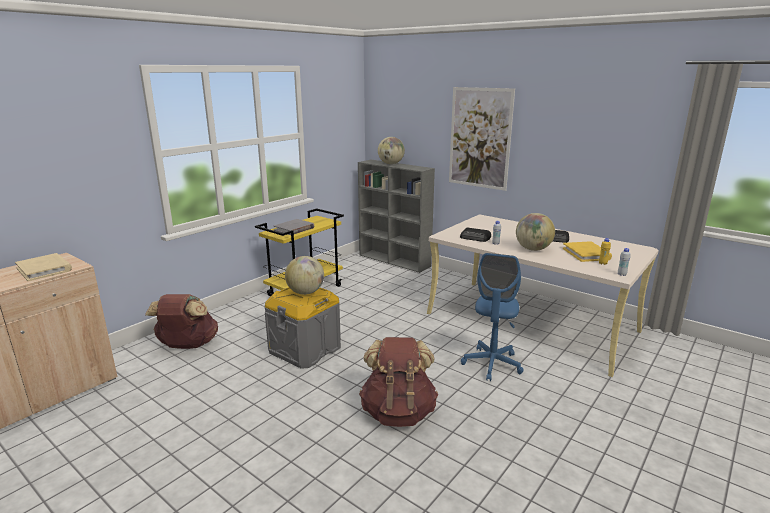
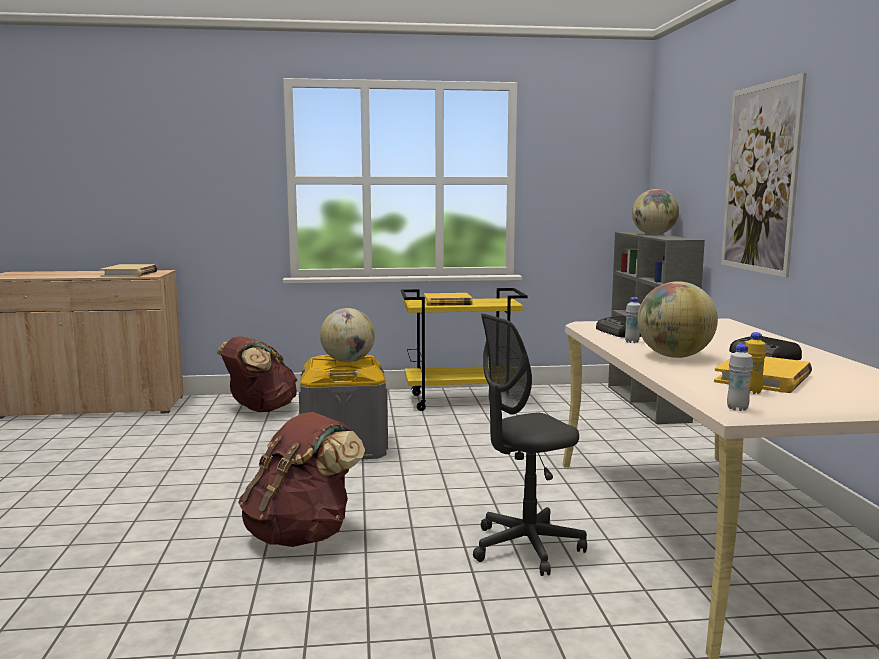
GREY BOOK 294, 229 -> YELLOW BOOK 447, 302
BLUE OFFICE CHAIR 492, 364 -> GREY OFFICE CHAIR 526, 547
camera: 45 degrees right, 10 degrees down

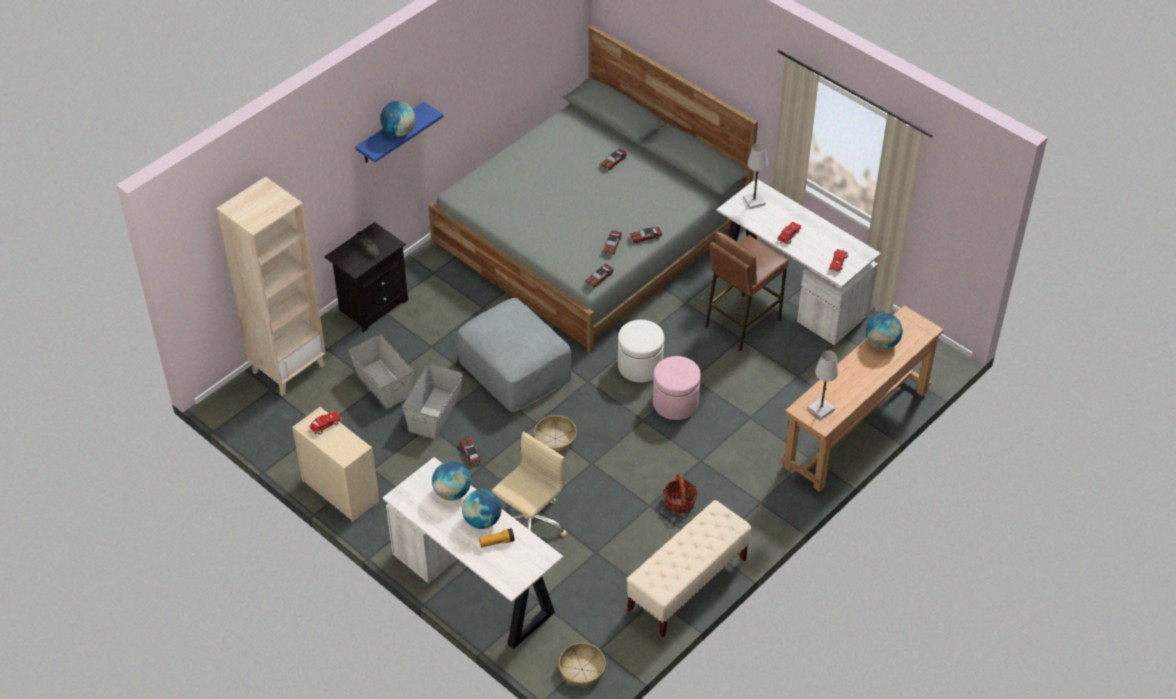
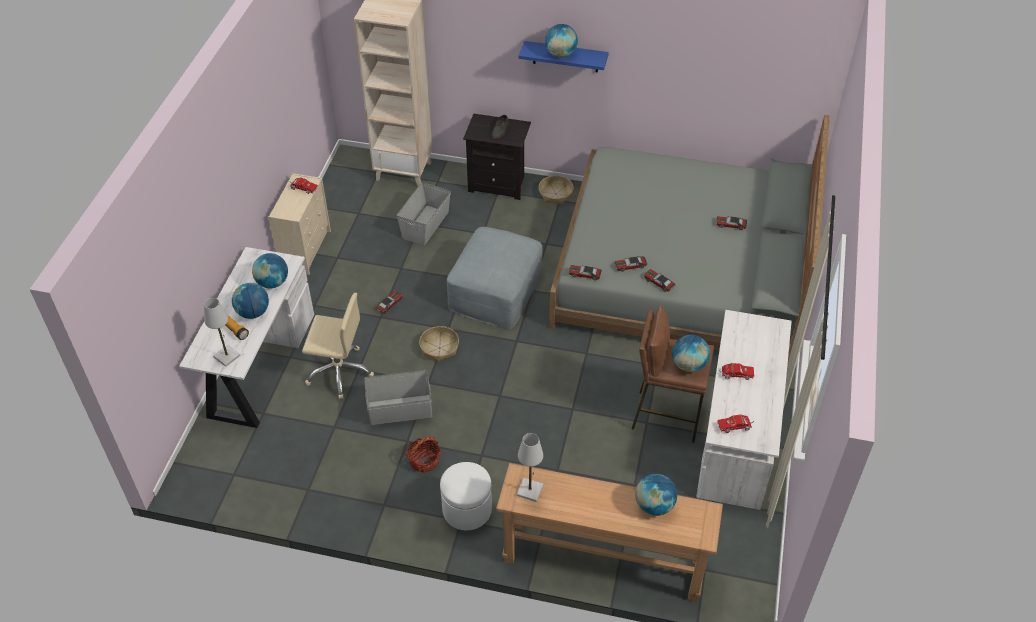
BEIGE BENCH 687, 585 -> none
PINK OTTOMAN 675, 403 -> none
none -> GLOBE 688, 365
GREY STORAGE BOX 435, 412 -> GREY STORAGE BOX 400, 410, relocated
BASKET 582, 669 -> BASKET 555, 194, relocated
WHITE OTTOMAN 640, 366 -> WHITE OTTOMAN 467, 509, relocated
WHITE TABLE LAMP 754, 201 -> WHITE TABLE LAMP 227, 356, relocated
camera: 60 degrees right, 0 degrees up

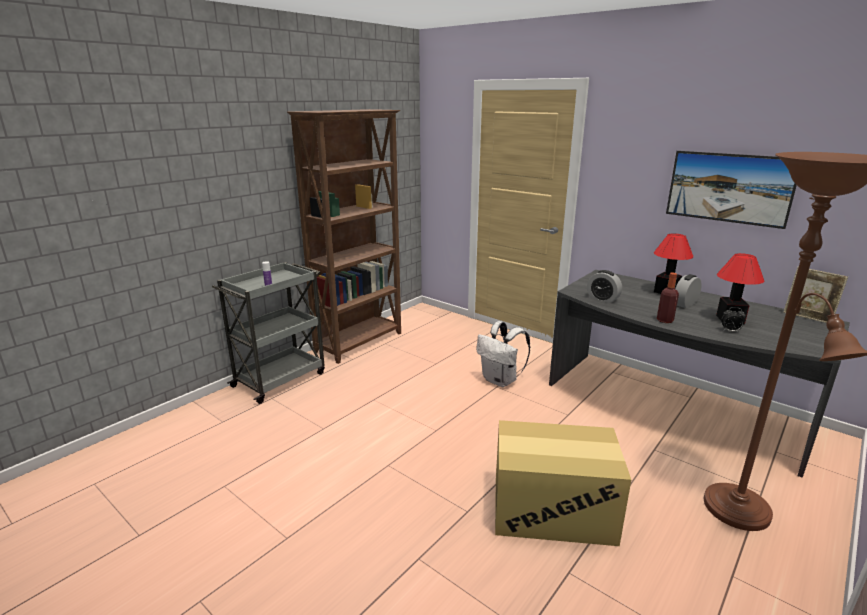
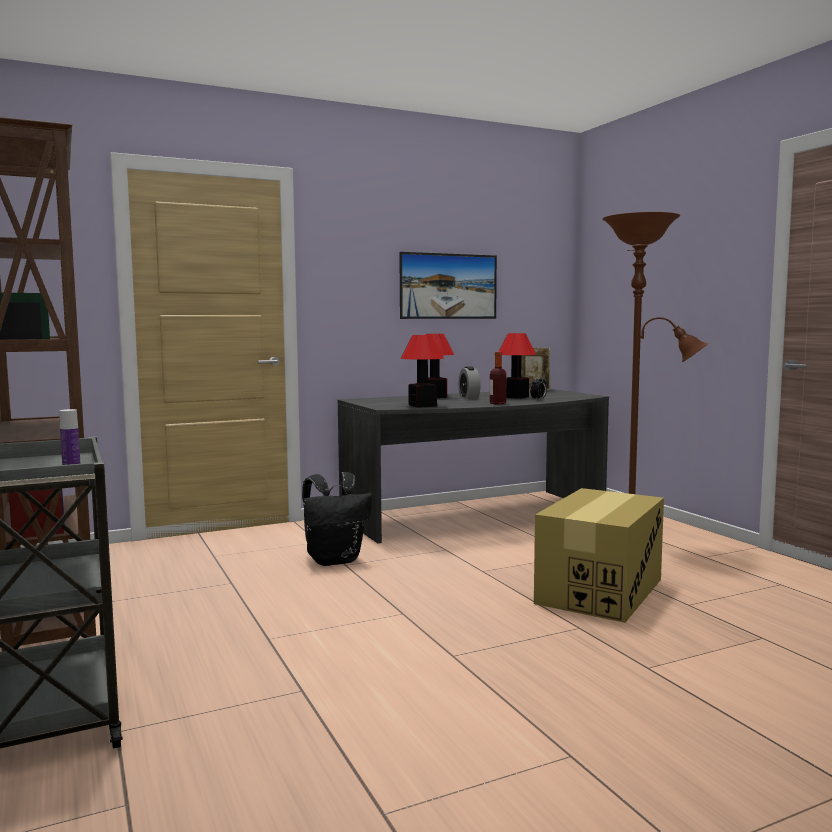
ALARM CLOCK 602, 299 -> TABLE LAMP 422, 405
WHITE BACKPACK 501, 380 -> BLACK BACKPACK 335, 560
camera: 65 degrees left, 15 degrees down

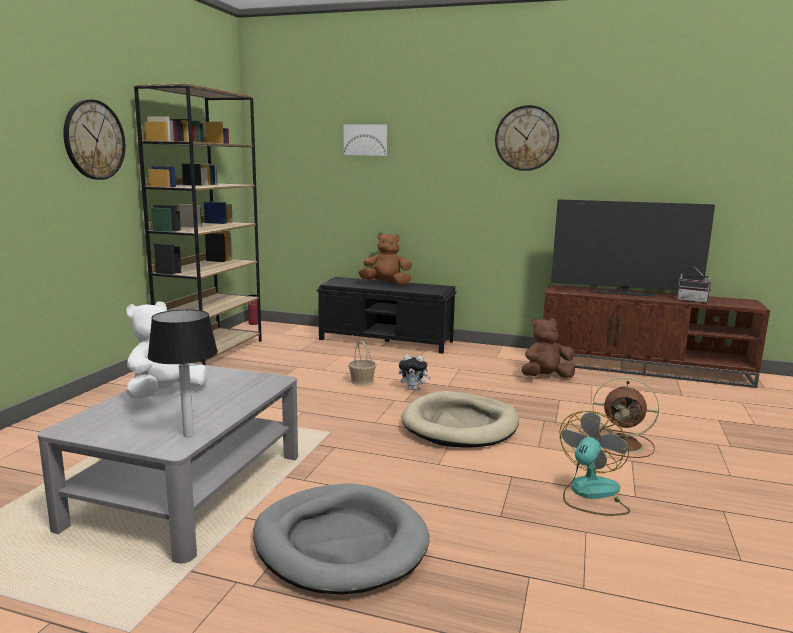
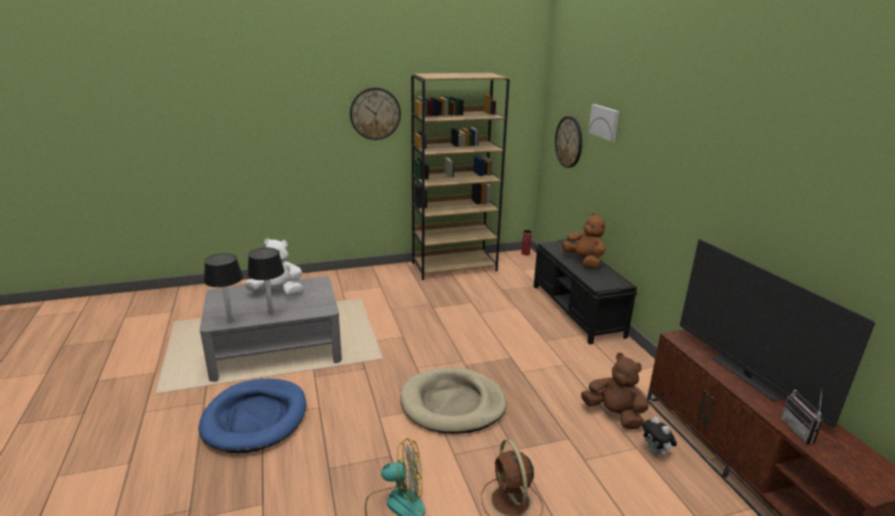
BASKET 362, 381 -> none
none -> TABLE LAMP 271, 313
PLUSH TOY 413, 389 -> PLUSH TOY 655, 453, relocated
WALL CLOCK 526, 138 -> WALL CLOCK 569, 142, relocated
GREY DOG BED 340, 543 -> BLUE DOG BED 255, 418
camera: 55 degrees right, 10 degrees up

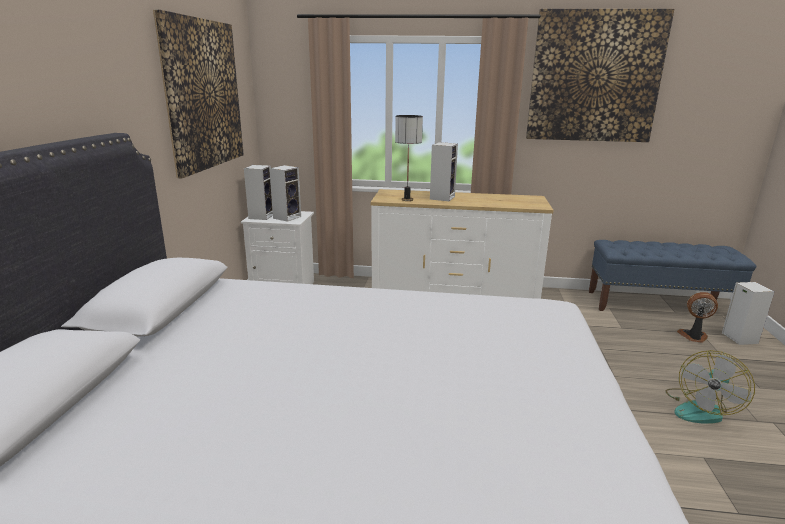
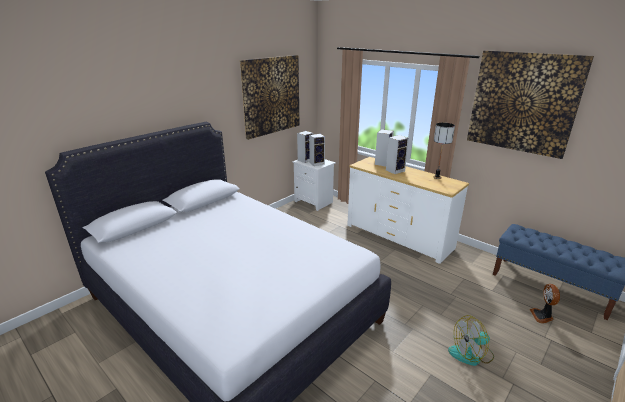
TABLE LAMP 407, 199 -> TABLE LAMP 437, 177, relocated
SPEAKER 738, 337 -> SPEAKER 382, 163, relocated
FAN 693, 337 -> FAN 542, 316, 135 degrees counterclockwise
camera: 35 degrees right, 5 degrees up

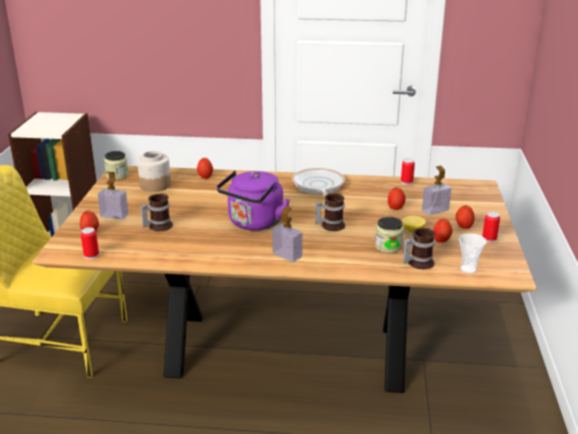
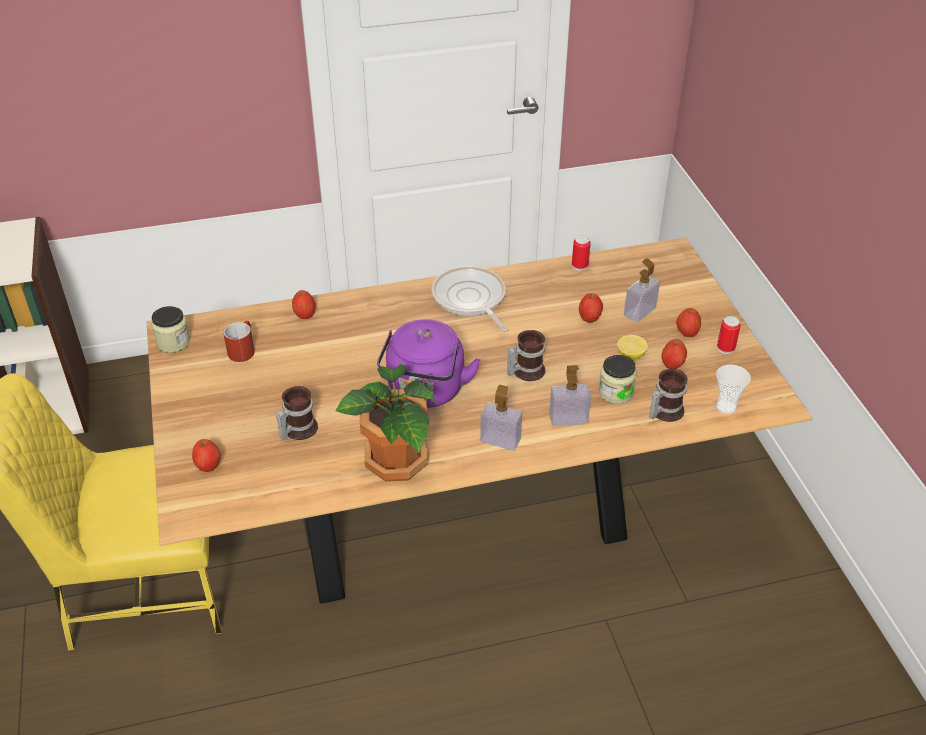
CAN 91, 255 -> none
none -> POTTED PLANT 395, 463
SOAP DISPENSER 114, 215 -> SOAP DISPENSER 568, 419, relocated
JAR 155, 185 -> RED MUG 242, 349
camera: 20 degrees left, 15 degrees up

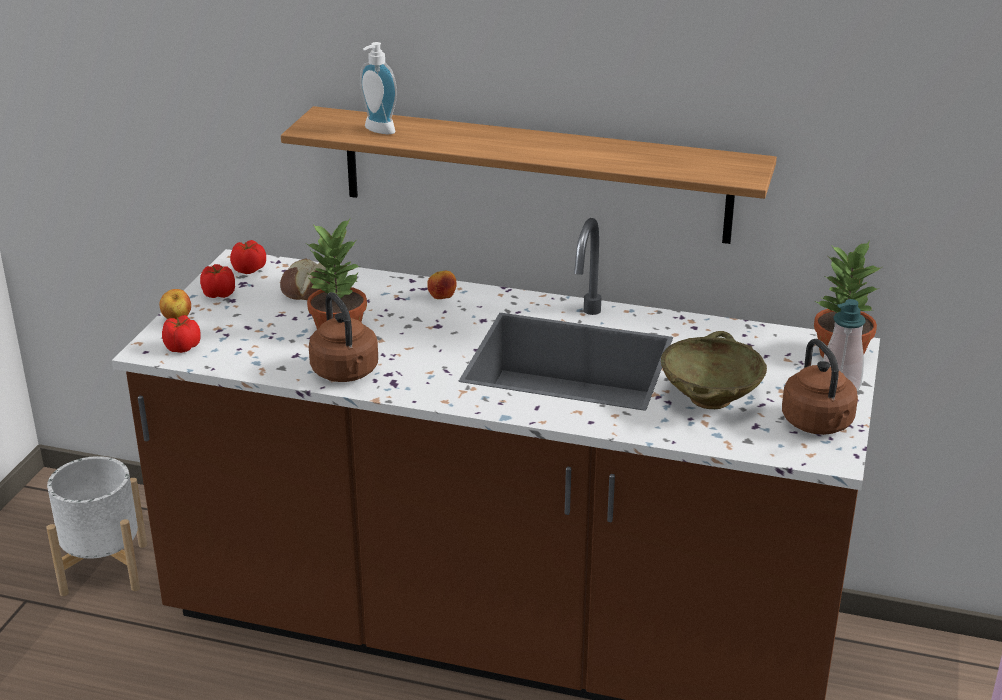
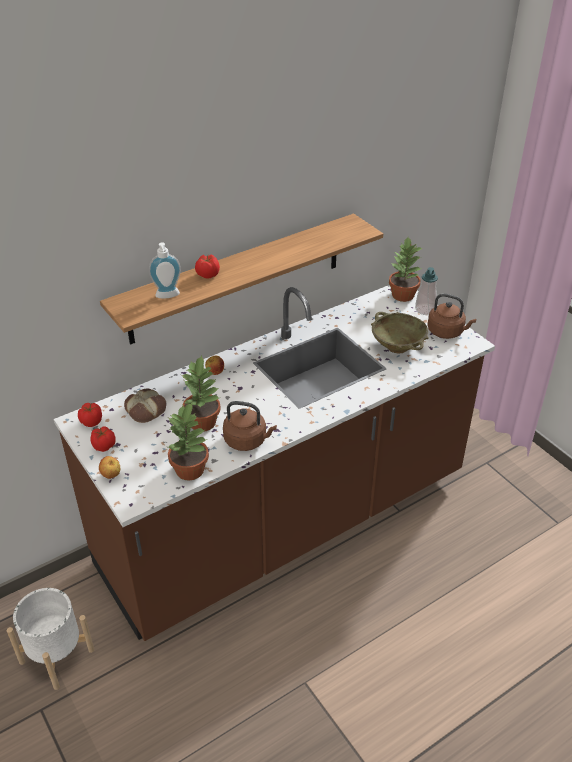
none -> POTTED PLANT 190, 470
TOMATO 181, 347 -> TOMATO 207, 274, relocated
camera: 50 degrees left, 10 degrees up

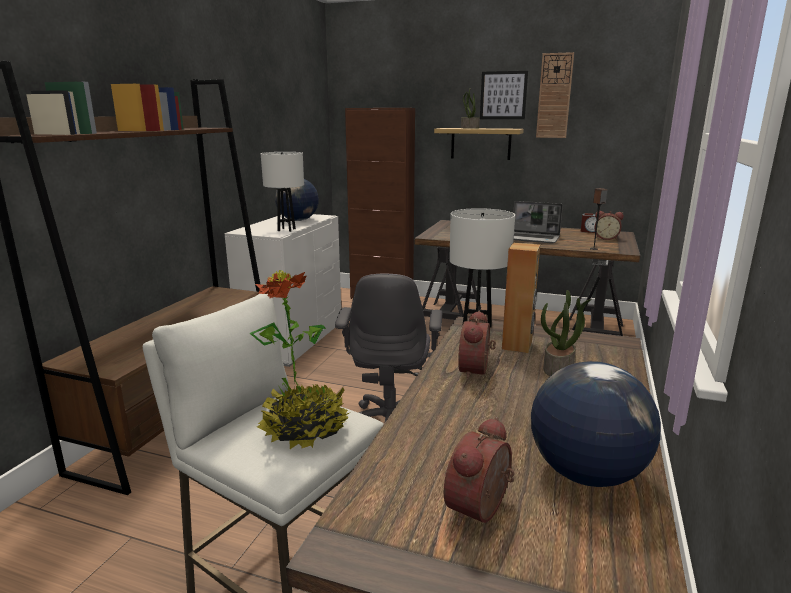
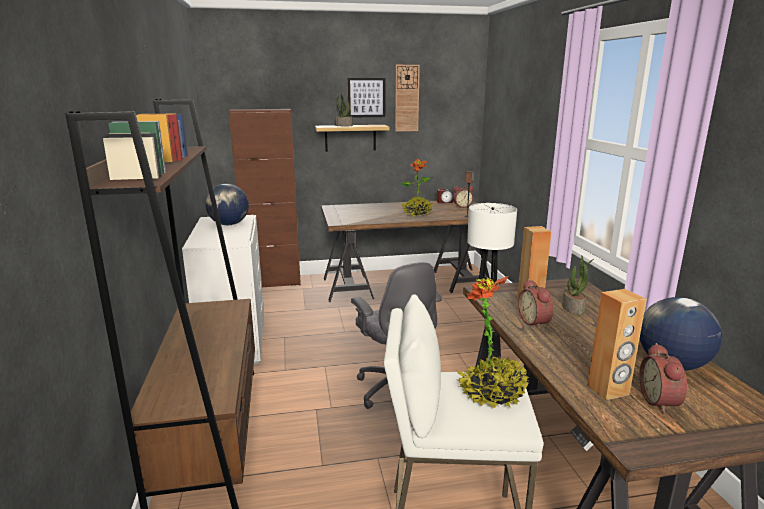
WHITE TABLE LAMP 286, 230 -> none
none -> BROWN SPEAKER 608, 390
LAPTOP 533, 239 -> POTTED PLANT 416, 214
camera: 30 degrees left, 0 degrees up

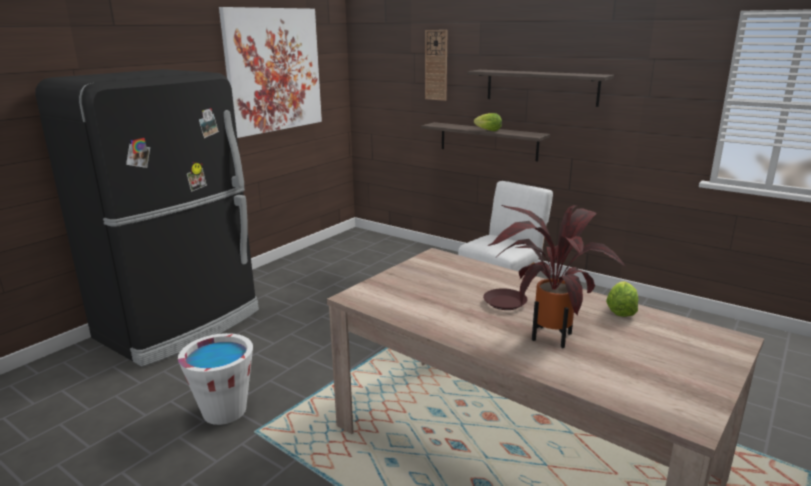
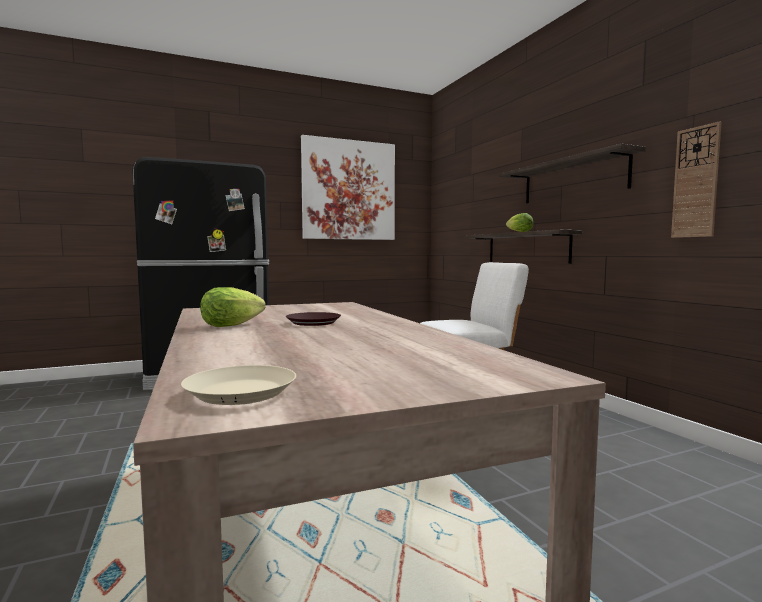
WHITE BUCKET 224, 411 -> none
POTTED PLANT 548, 334 -> none
none -> BEIGE PLATE 241, 393
WALL CLOCK 436, 65 -> WALL CLOCK 696, 182, relocated
LETTUCE 620, 311 -> LETTUCE 230, 325, relocated
camera: 30 degrees right, 15 degrees down

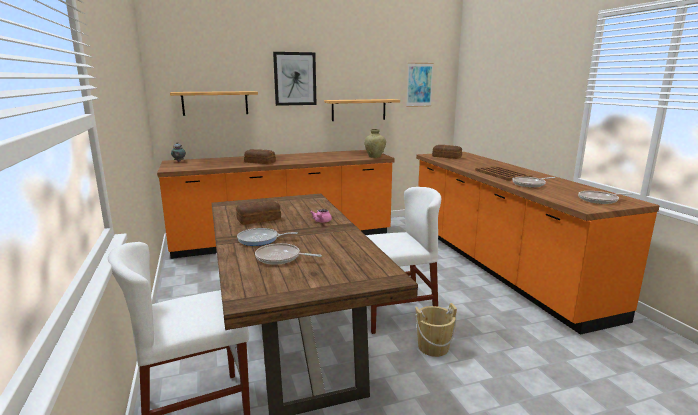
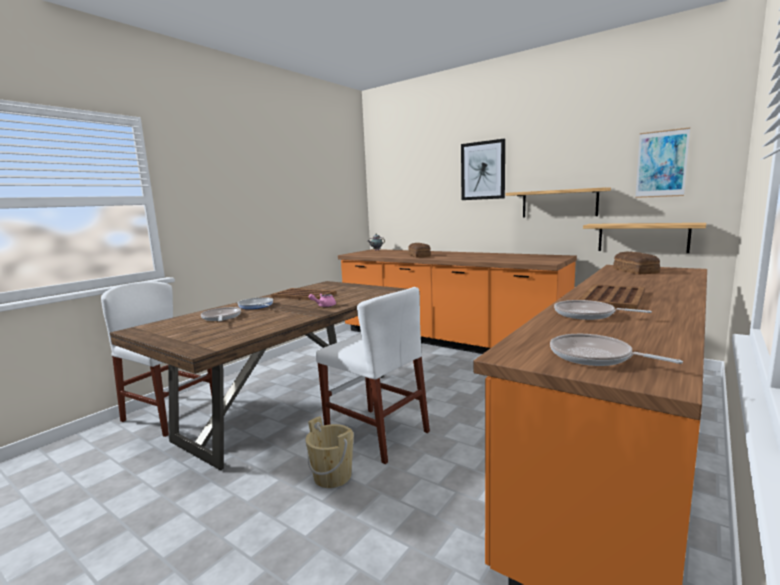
BEIGE VASE 374, 156 -> none
SHELF 215, 103 -> SHELF 642, 237, relocated
BREAD 258, 219 -> BROWN TRAY 303, 295
camera: 55 degrees right, 5 degrees down

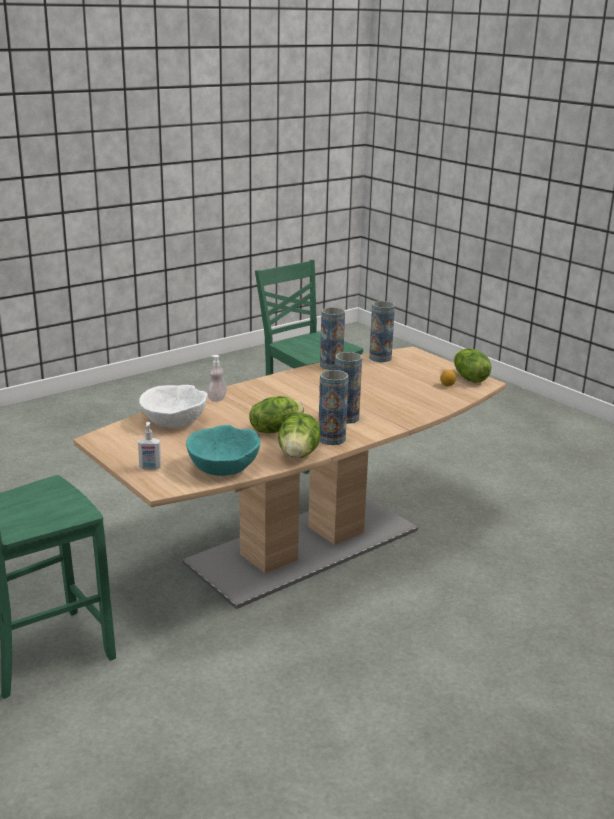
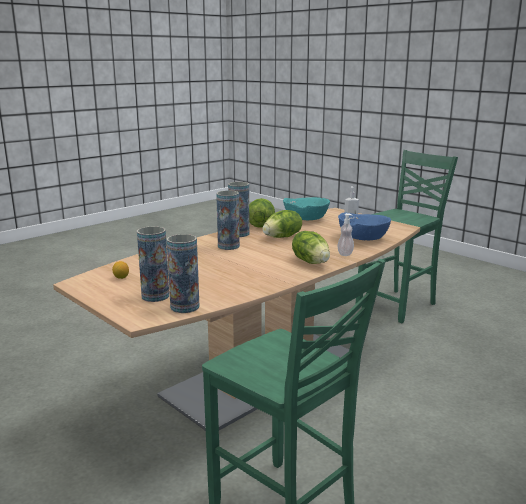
VASE 331, 366 -> VASE 155, 296, relocated
LETTUCE 469, 378 -> LETTUCE 311, 262, relocated
WHITE BOWL 174, 421 -> BLUE BOWL 363, 238
camera: 175 degrees right, 5 degrees down

